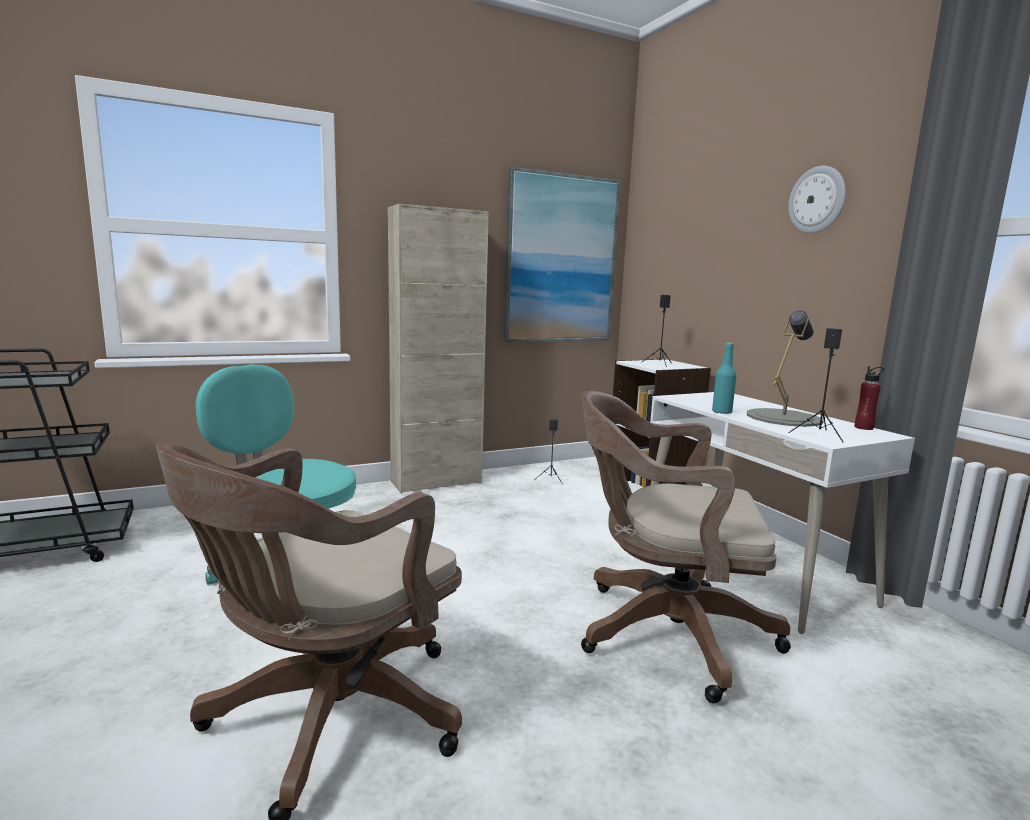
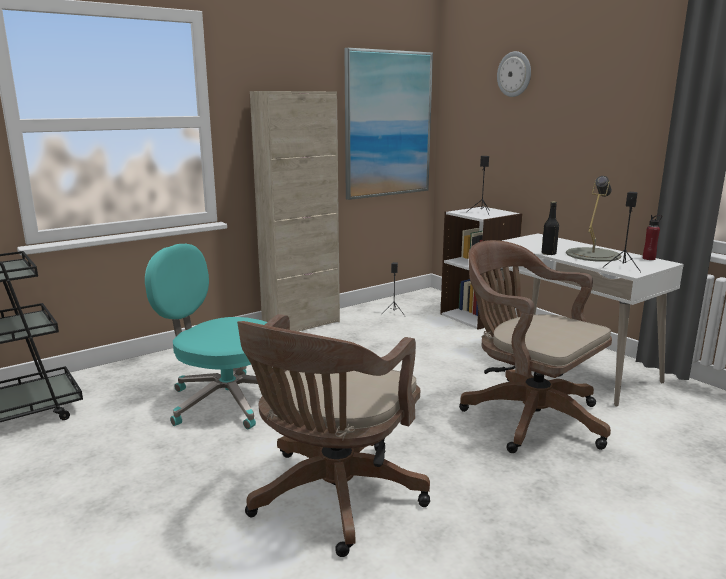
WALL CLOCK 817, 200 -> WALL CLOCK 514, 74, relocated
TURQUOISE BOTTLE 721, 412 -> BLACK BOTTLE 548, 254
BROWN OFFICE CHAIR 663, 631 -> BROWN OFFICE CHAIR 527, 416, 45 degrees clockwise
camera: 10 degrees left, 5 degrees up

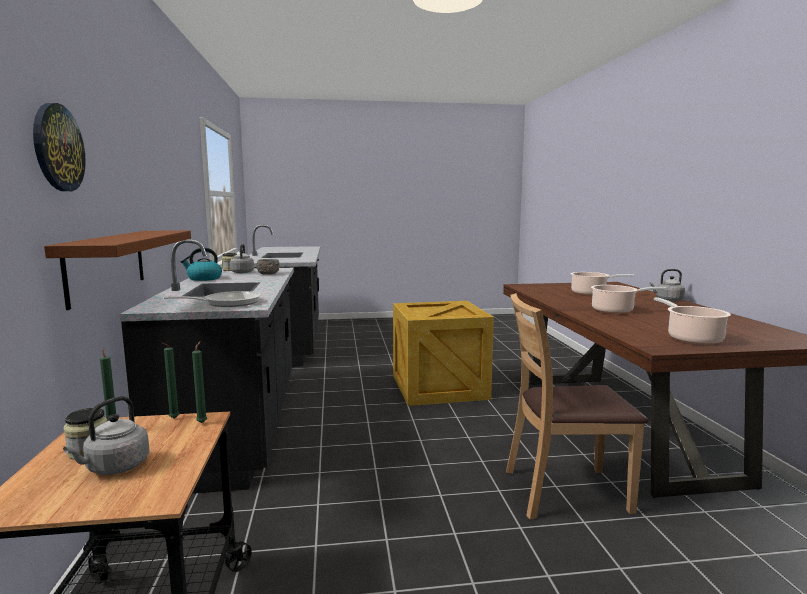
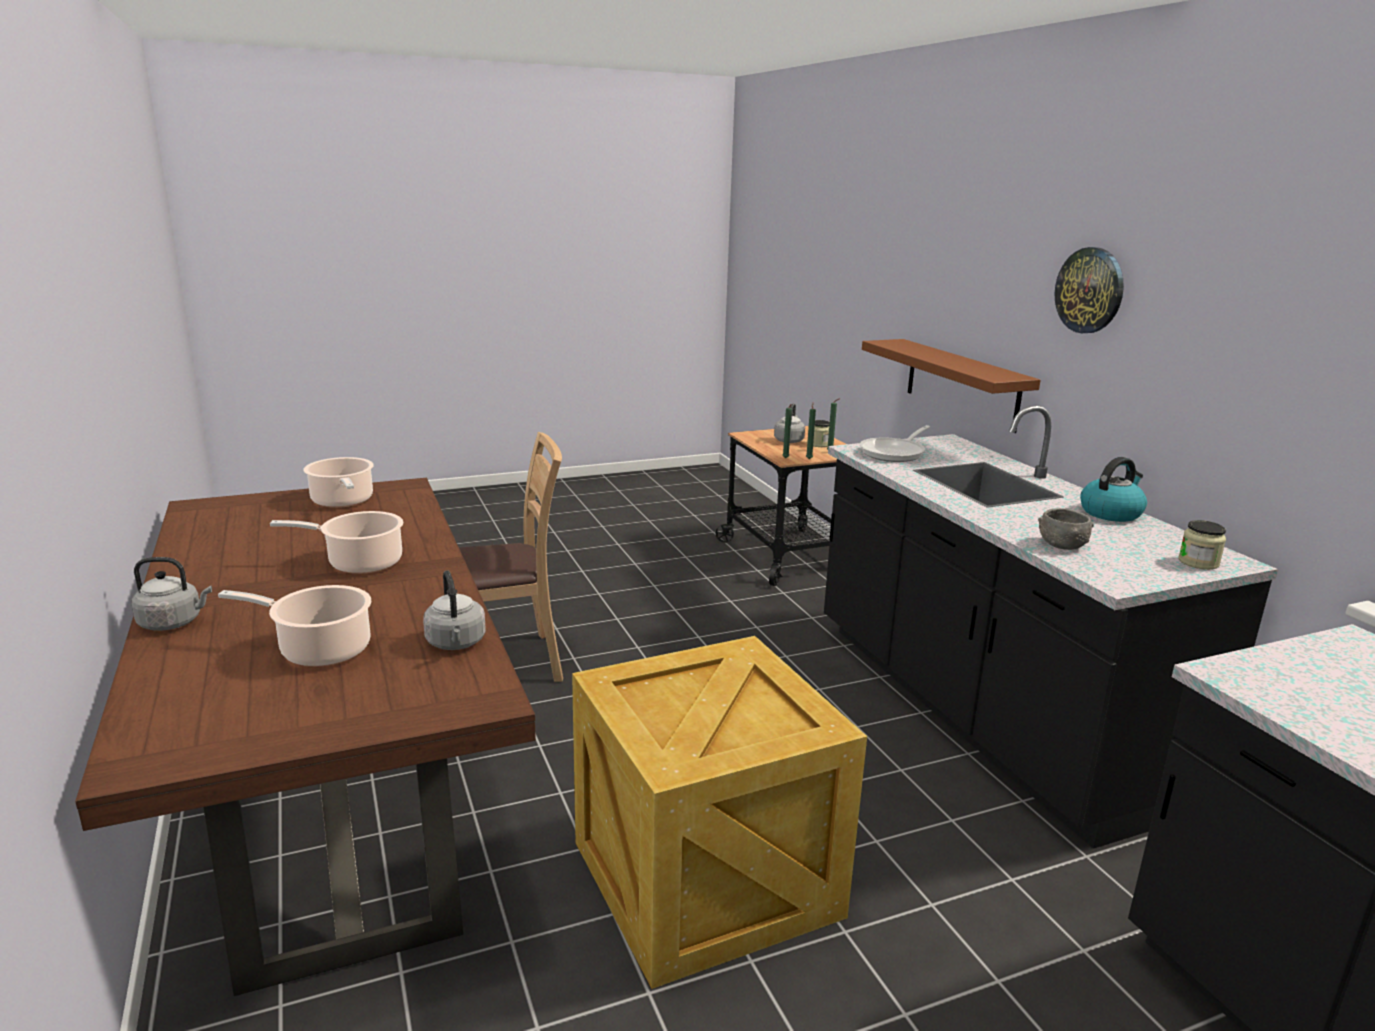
WALL CLOCK 57, 148 -> WALL CLOCK 1090, 290, relocated
GREY KETTLE 242, 272 -> GREY KETTLE 456, 643, relocated
camera: 165 degrees right, 10 degrees up

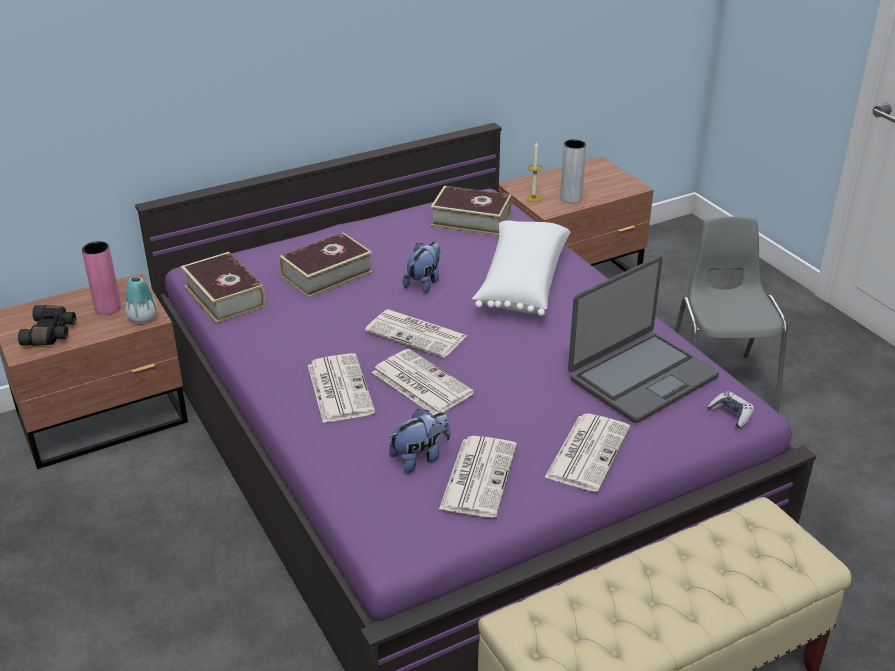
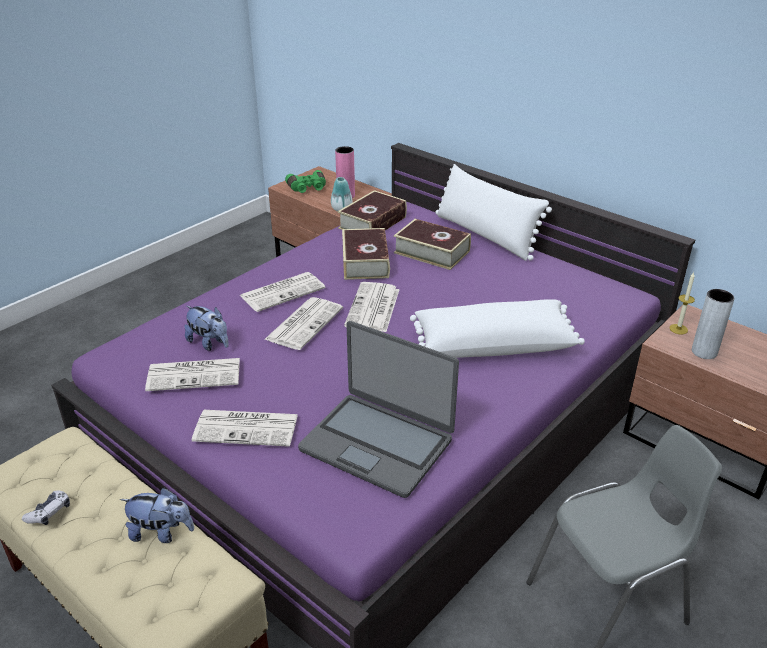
none -> WHITE PILLOW 485, 235
PLUSH TOY 424, 283 -> PLUSH TOY 161, 533, relocated
BOOK 471, 220 -> BOOK 365, 262, relocated
GAME CONTROLLER 731, 414 -> GAME CONTROLLER 49, 512, relocated
BLACK BINOCULARS 51, 333 -> GREEN BINOCULARS 307, 188
camera: 70 degrees right, 0 degrees up

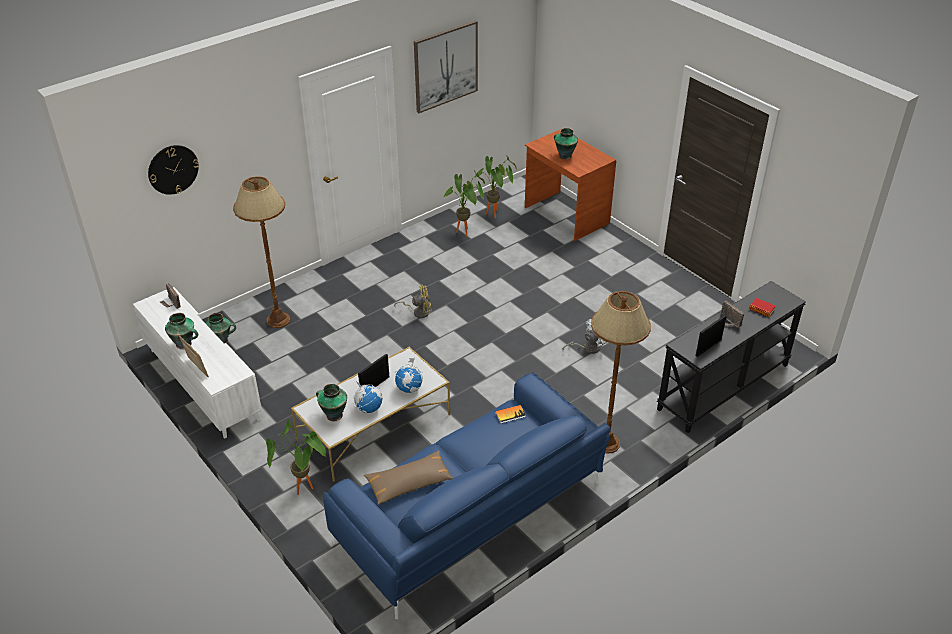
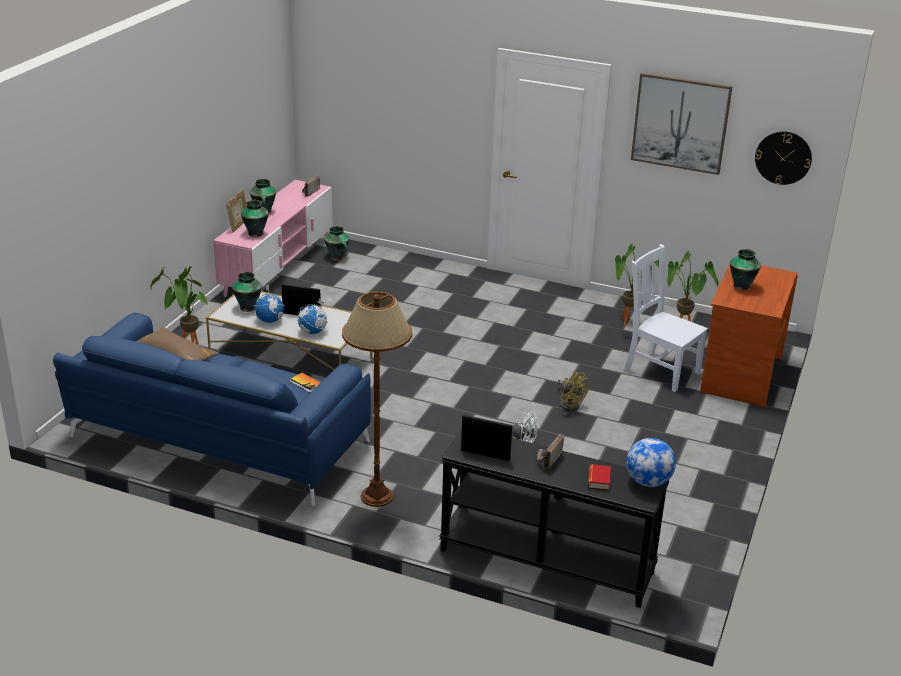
BROWN FLOOR LAMP 278, 320 -> none
none -> VASE 255, 233
none -> WHITE CHAIR 659, 370
none -> GLOBE 648, 482
WALL CLOCK 173, 169 -> WALL CLOCK 783, 157, relocated
YELLOW FAN 418, 312 -> YELLOW FAN 569, 403, relocated
WHITE TV STAND 203, 384 -> PINK TV STAND 278, 267
camera: 60 degrees right, 10 degrees down

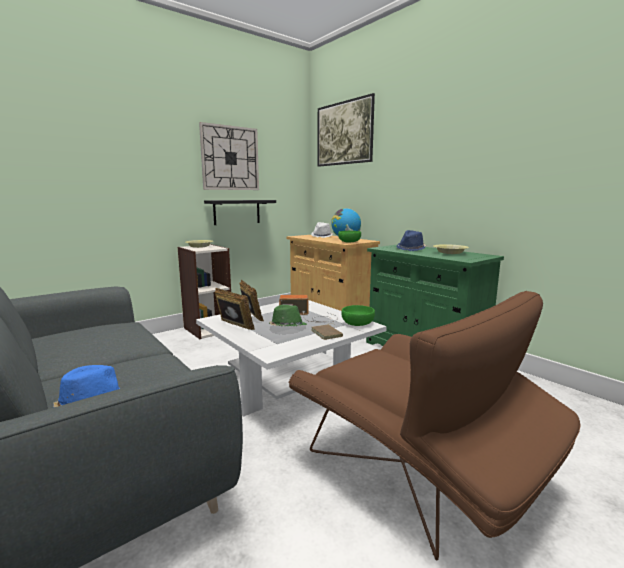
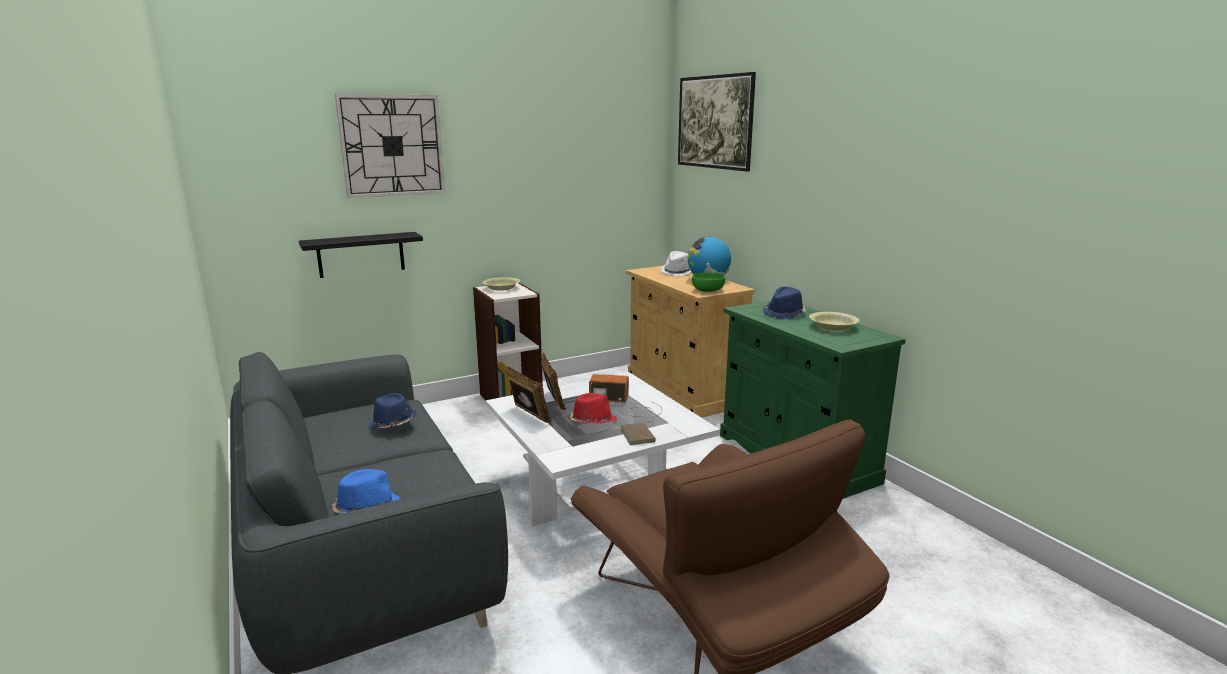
GREEN BOWL 358, 324 -> none
none -> BLUE HAT 393, 424
WALL CLOCK 230, 158 -> WALL CLOCK 392, 146, relocated
BLACK SHELF 237, 212 -> BLACK SHELF 361, 254, relocated
GREEN HAT 287, 327 -> RED HAT 592, 422
camera: 10 degrees right, 5 degrees up

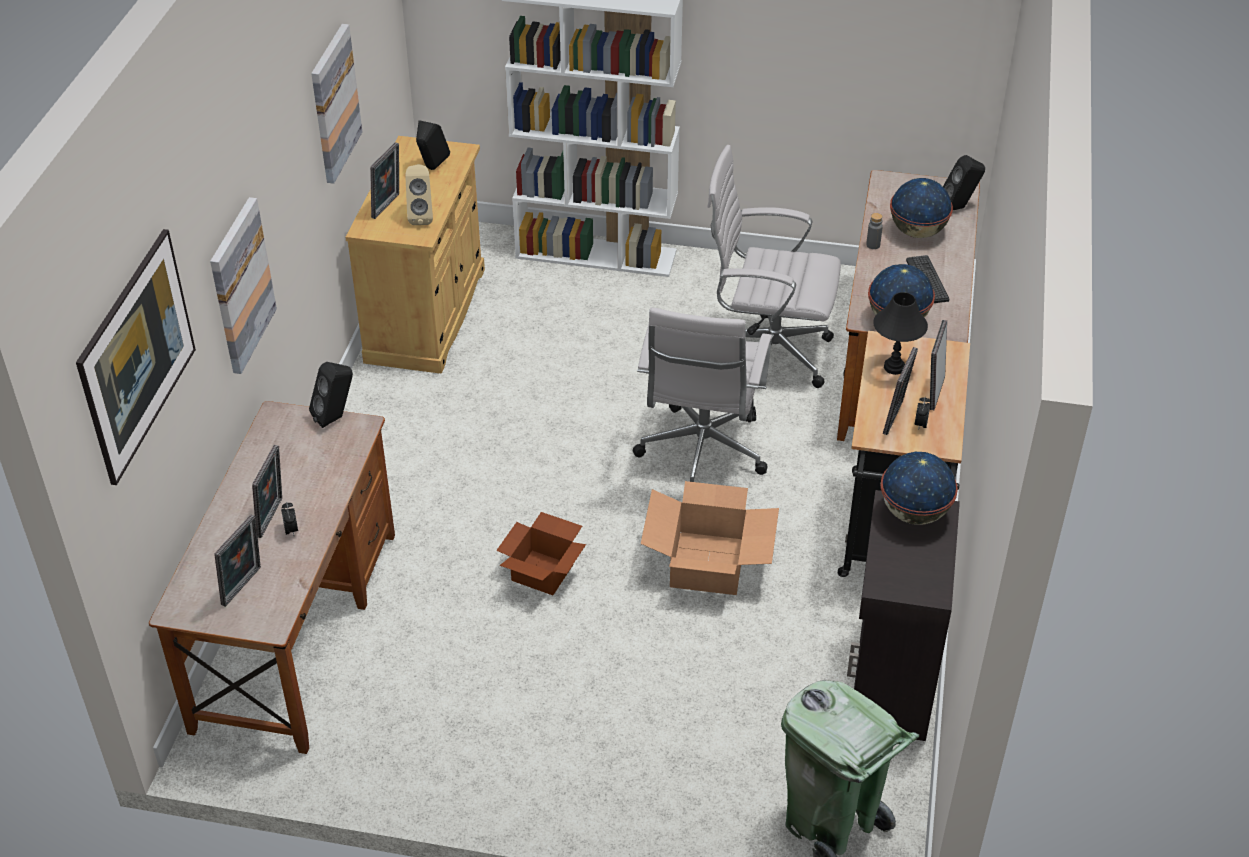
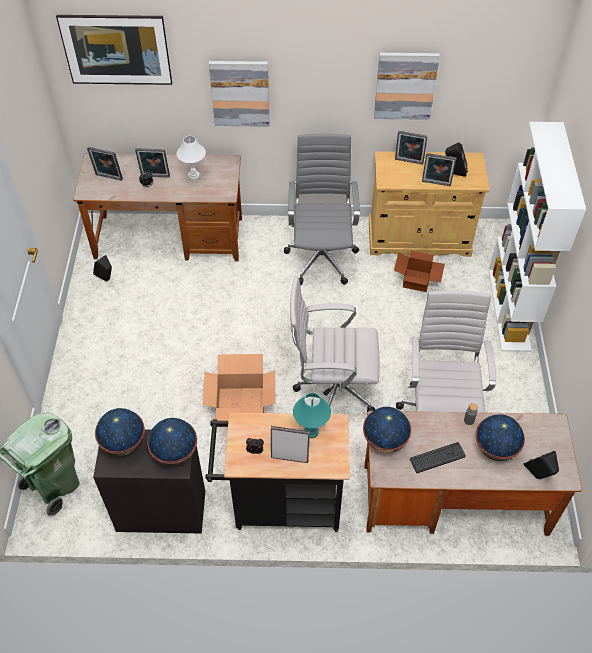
BEIGE SPEAKER 421, 217 -> none
none -> GLOBE 123, 443
none -> WHITE TABLE LAMP 194, 176
none -> GREY OFFICE CHAIR 321, 257
BLACK SPEAKER 336, 418 -> BLACK SPEAKER 106, 279, relocated
CARDBOARD BOX 544, 571 -> CARDBOARD BOX 417, 281, relocated
PICTURE FRAME 896, 418 -> PICTURE FRAME 436, 184, relocated
BLACK TABLE LAMP 894, 367 -> TURQUOISE TABLE LAMP 311, 431
camera: 80 degrees right, 10 degrees up

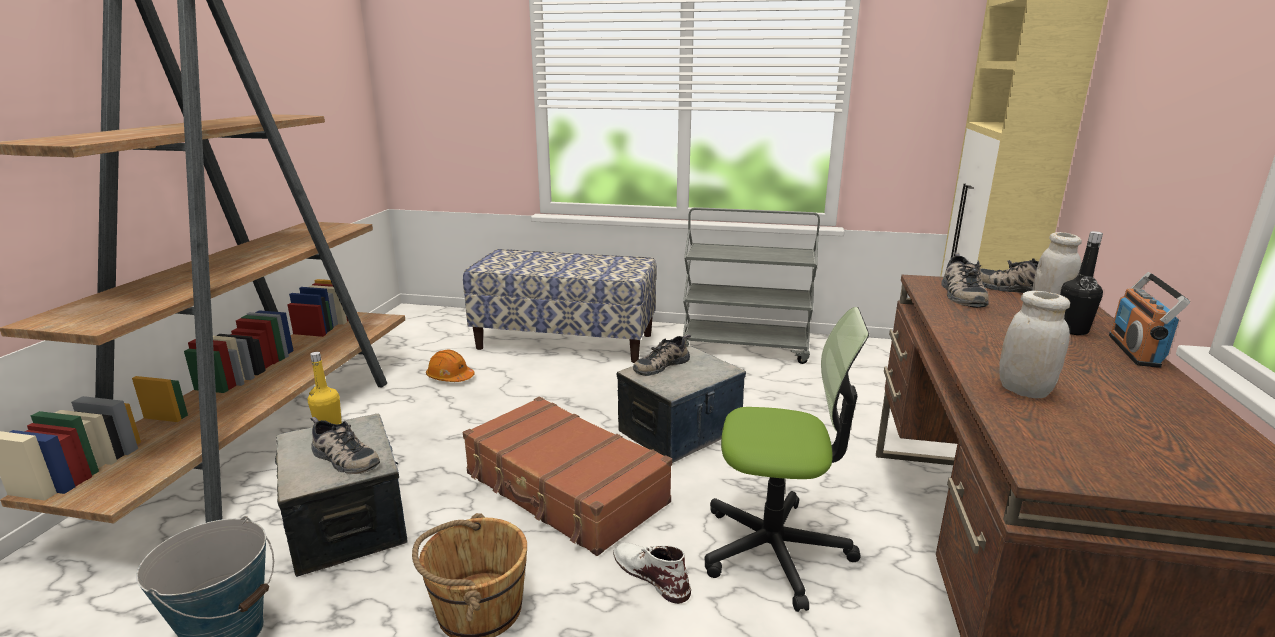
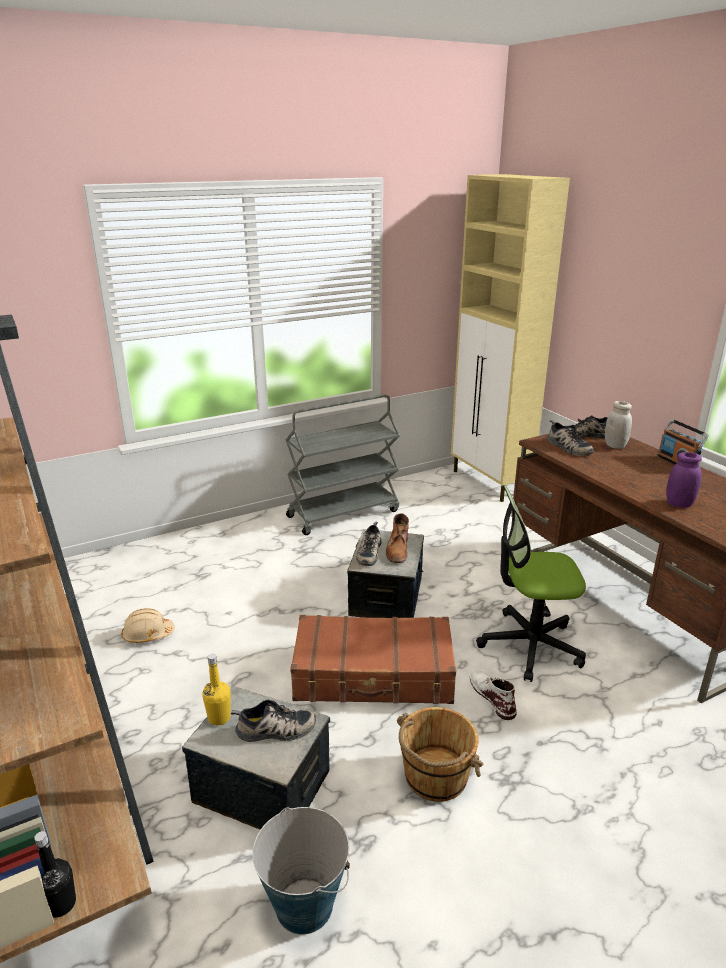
BENCH 566, 341 -> none
none -> BROWN BOOT 397, 549
BLACK BOTTLE 1071, 330 -> BLACK BOTTLE 61, 904, relocated
ORANGE HARD HAT 450, 377 -> BEIGE HARD HAT 148, 635
WHITE JAR 1024, 390 -> PURPLE JAR 679, 504
WHITE BOOT 650, 574 -> WHITE BOOT 492, 696, 60 degrees clockwise
OFFICE CHAIR 775, 550 -> OFFICE CHAIR 530, 645, 150 degrees counterclockwise
camera: 40 degrees left, 5 degrees up

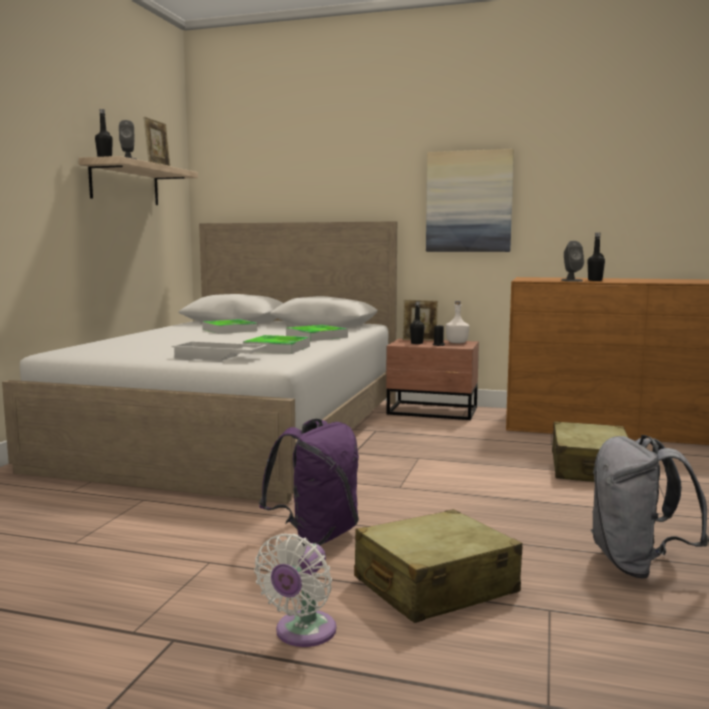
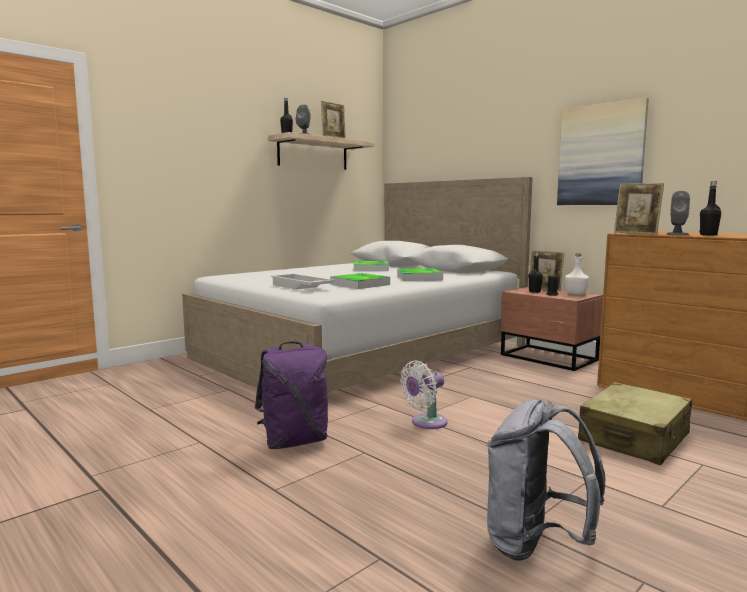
BEIGE SUITCASE 434, 586 -> none
none -> PICTURE FRAME 636, 233
WHITE FAN 302, 633 -> WHITE FAN 426, 423, relocated
camera: 30 degrees right, 0 degrees up

